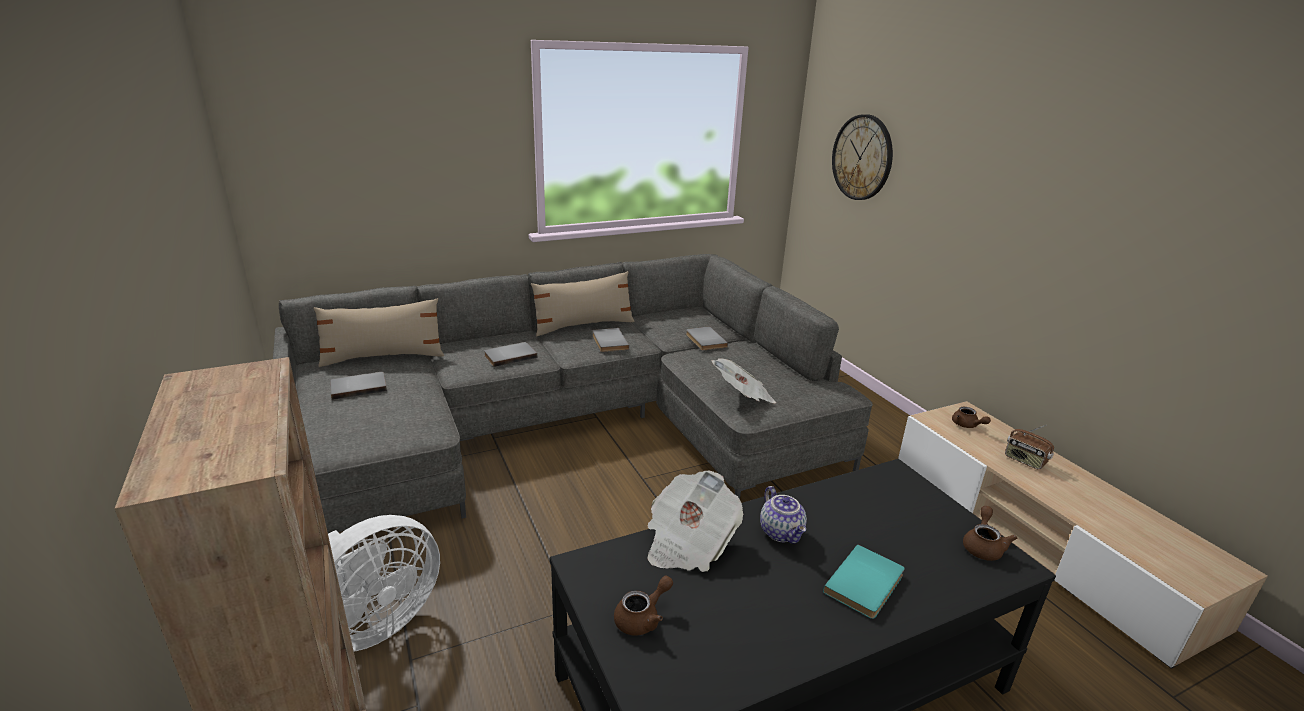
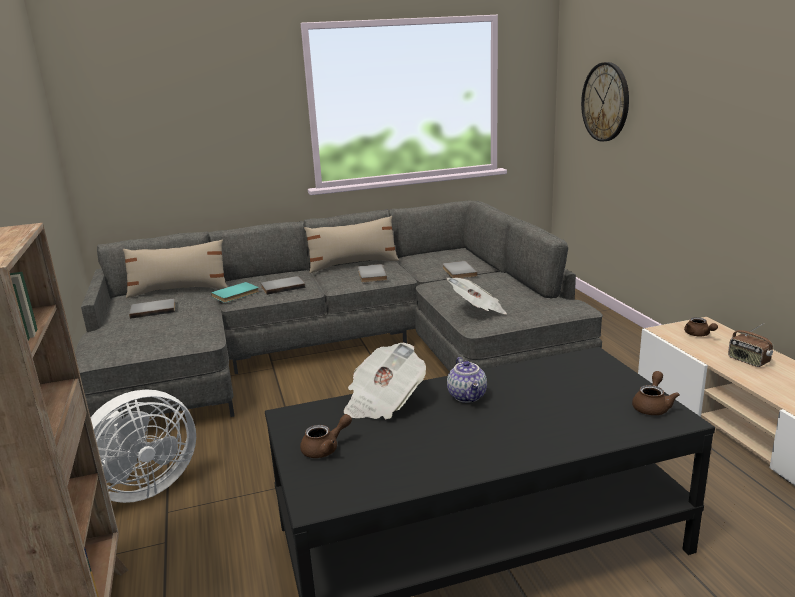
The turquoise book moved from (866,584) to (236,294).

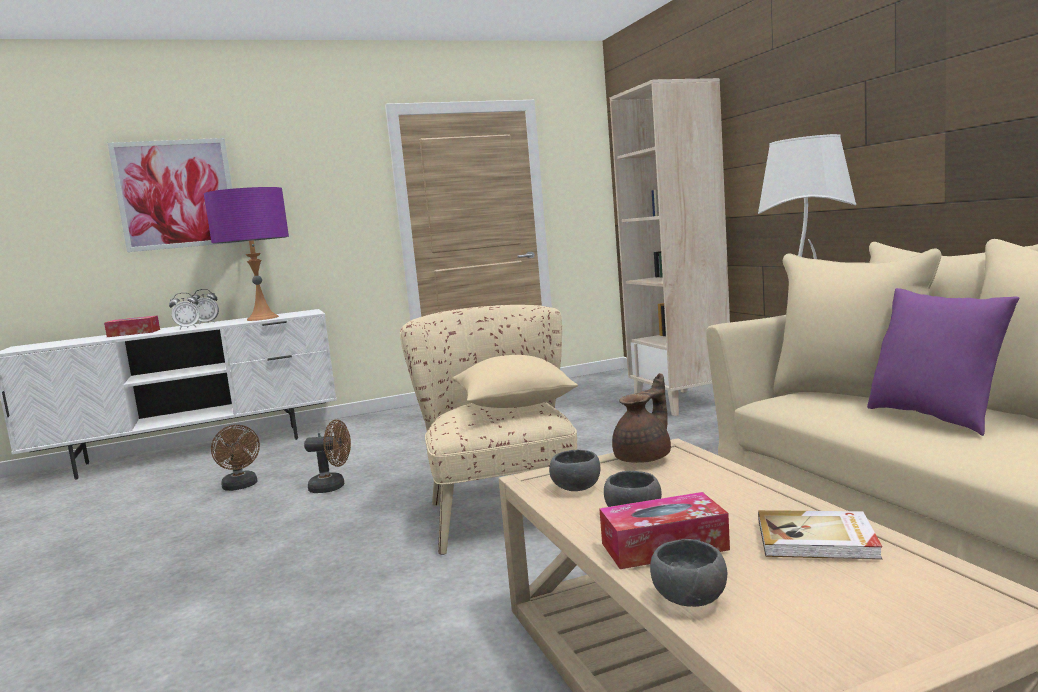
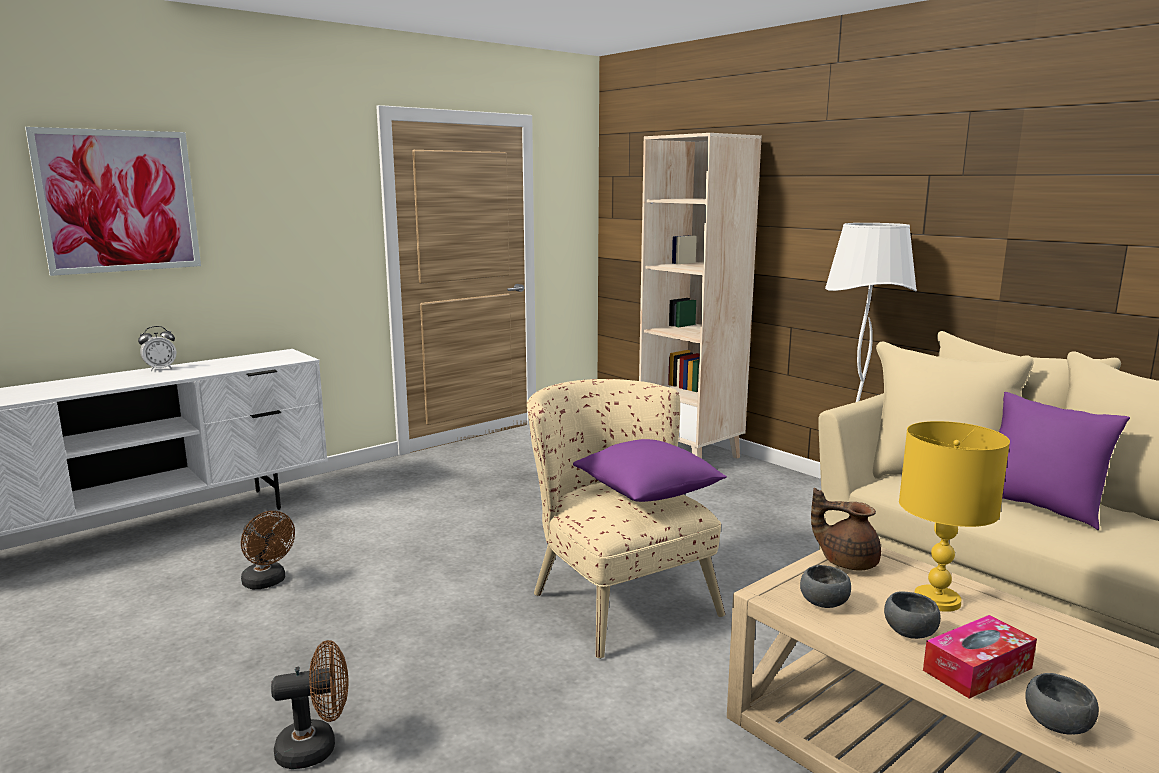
The purple table lamp at (263,318) disappeared.
The alarm clock at (187,328) disappeared.
The tissue box at (134,333) disappeared.
The beige pillow at (513,404) became the purple pillow at (648,493).
The brown teapot at (645,457) turned 90 degrees counterclockwise.
The brown fan moved from (333,487) to (316,748).
The book at (817,539) disappeared.
The yellow table lamp at (936,600) appeared.

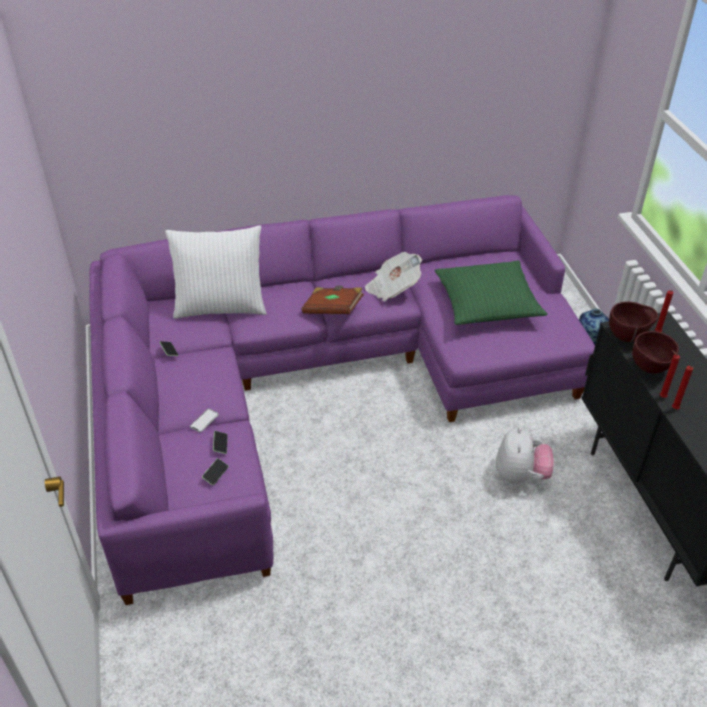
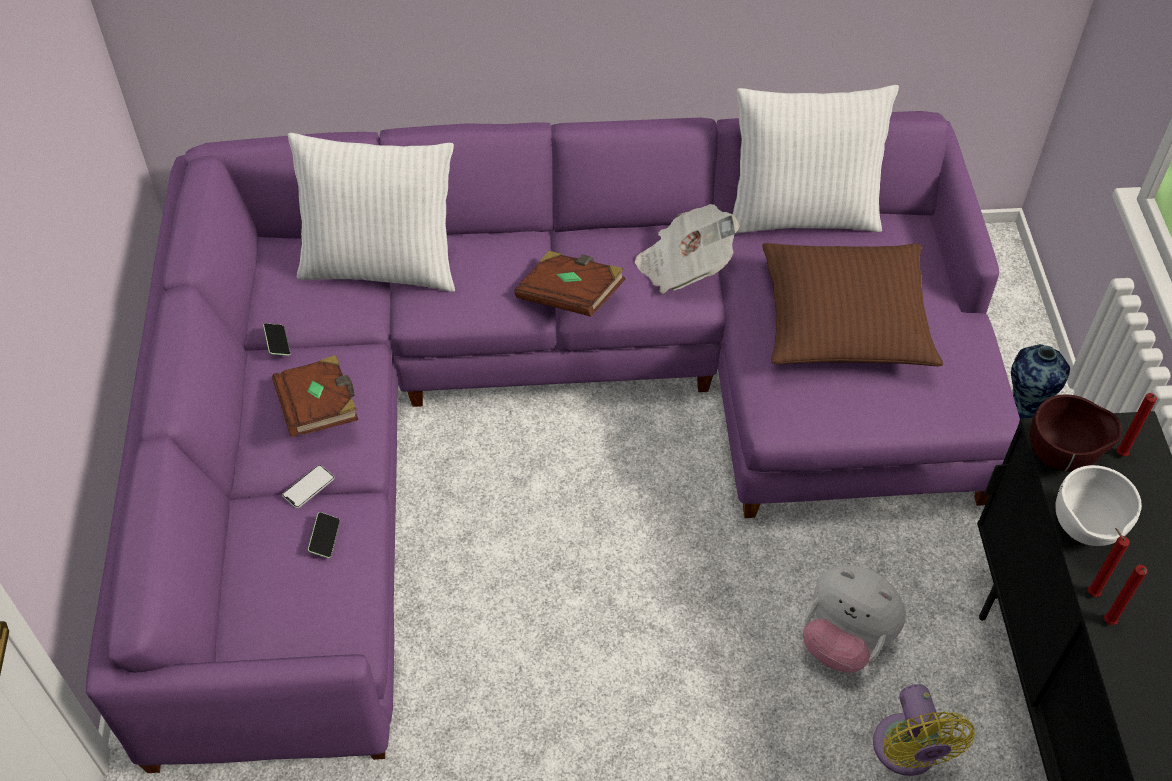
The green pillow at (487,303) became the brown pillow at (844,319).
The brown bowl at (649,370) became the white bowl at (1084,533).
The plush toy at (520,475) turned 105 degrees clockwise.
The phone at (215,474) disappeared.
The white pillow at (801,213) appeared.
The brown book at (320,409) appeared.
The yellow fan at (907,752) appeared.

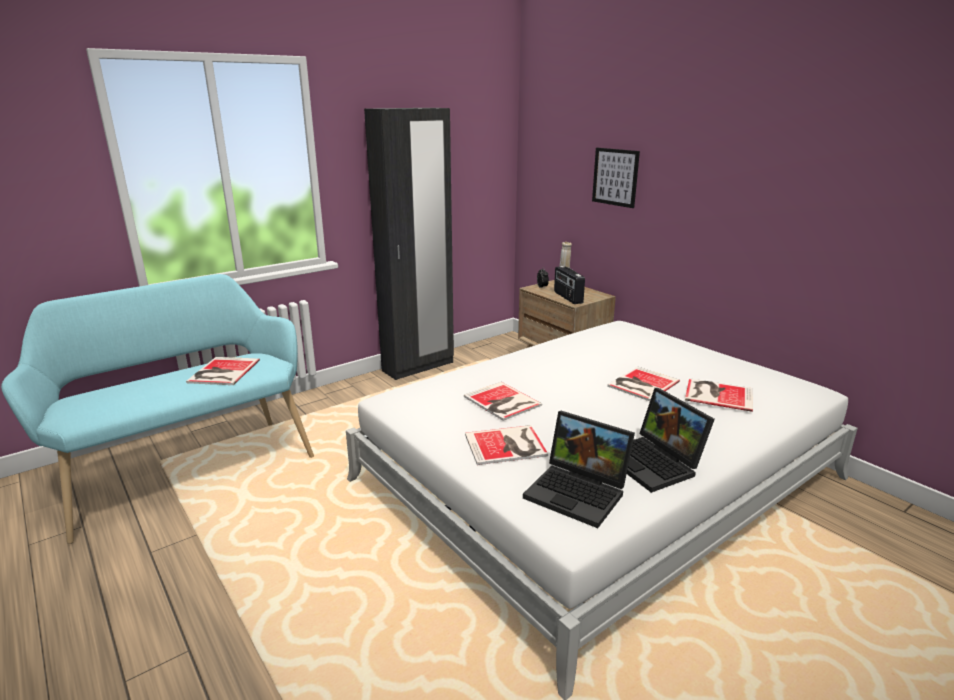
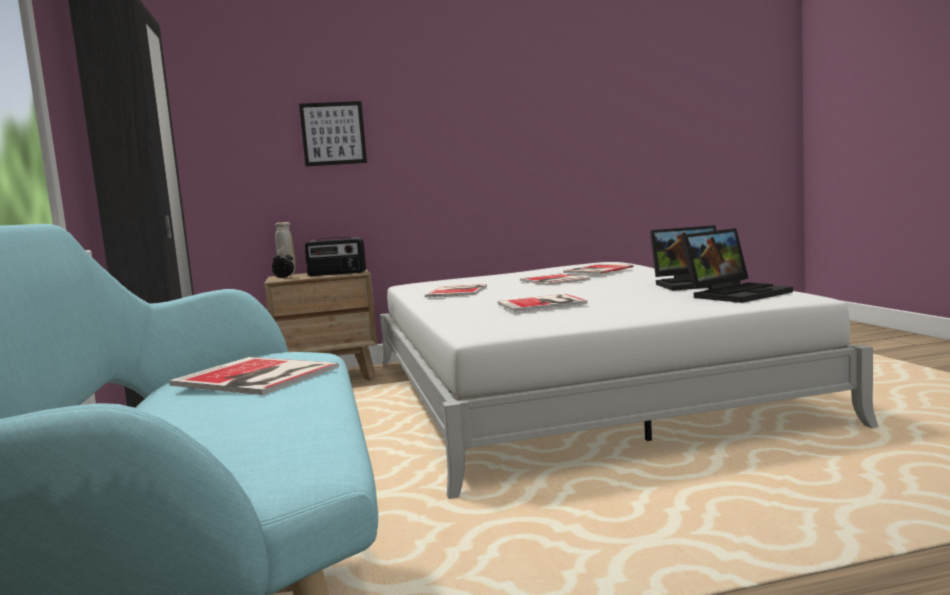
The book moved from (507,445) to (459,291).

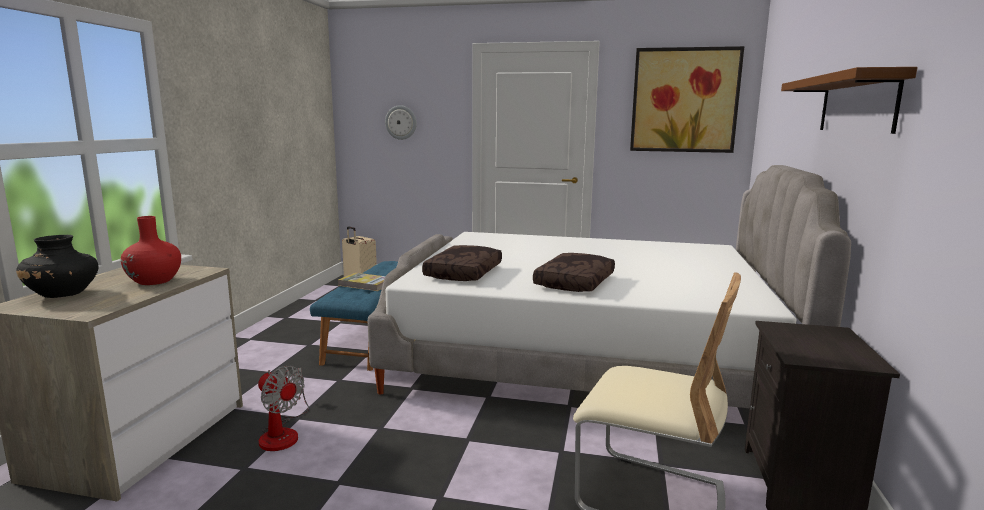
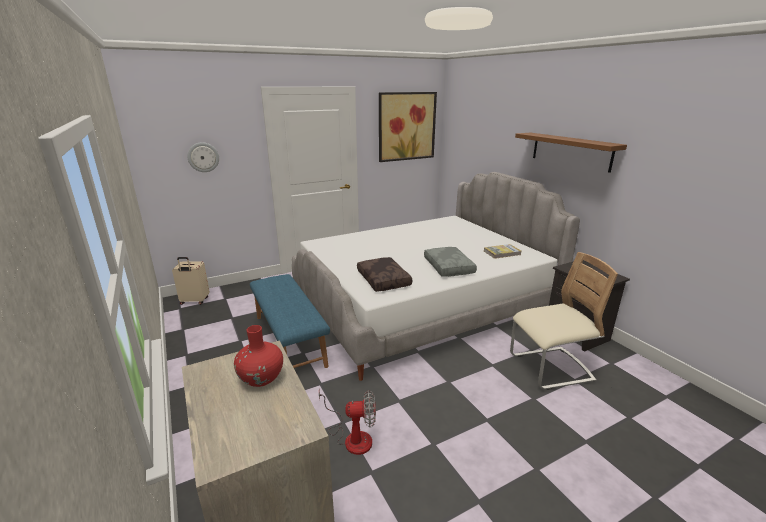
The black vase at (64,295) disappeared.
The brown pillow at (576,283) became the grey pillow at (449,267).
The book moved from (366,284) to (502,253).

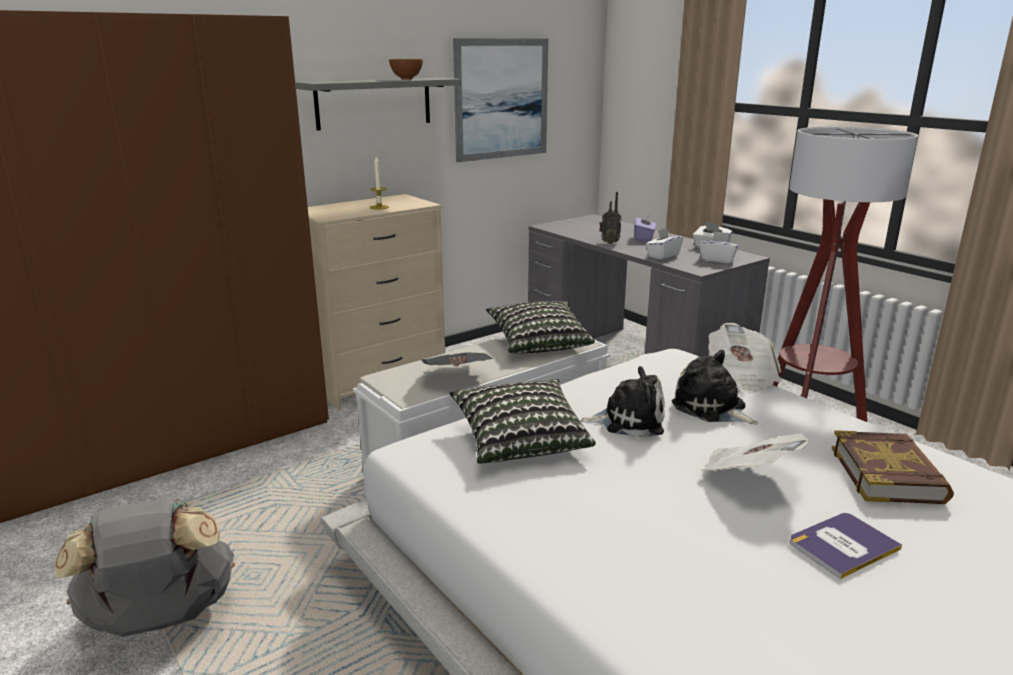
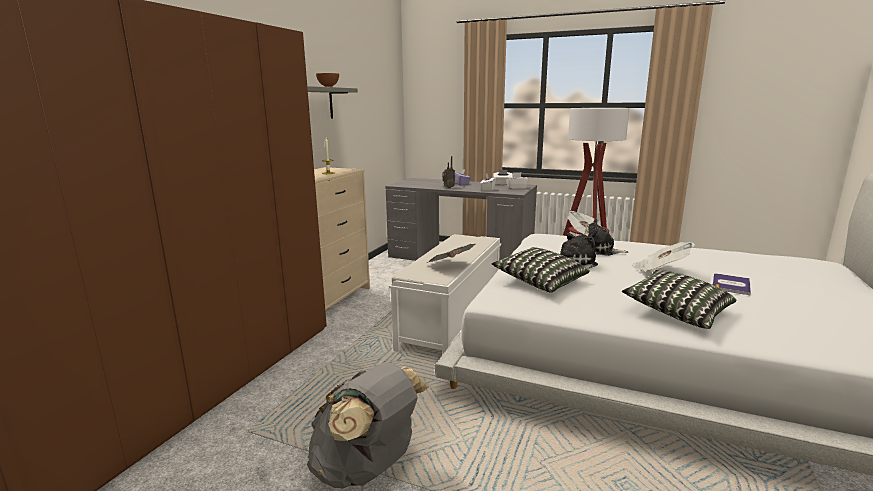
The picture at (501,99) disappeared.
The pillow moved from (539,343) to (677,312).
The book at (887,475) disappeared.

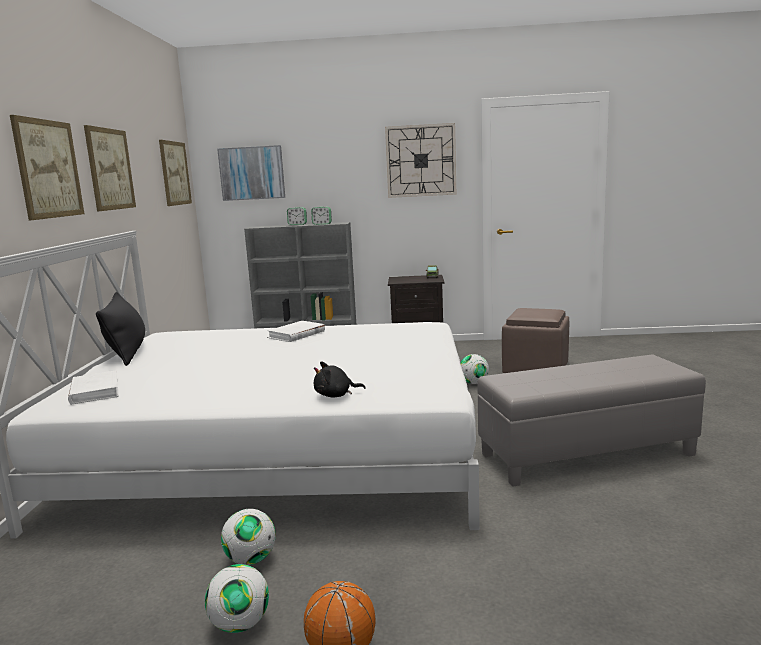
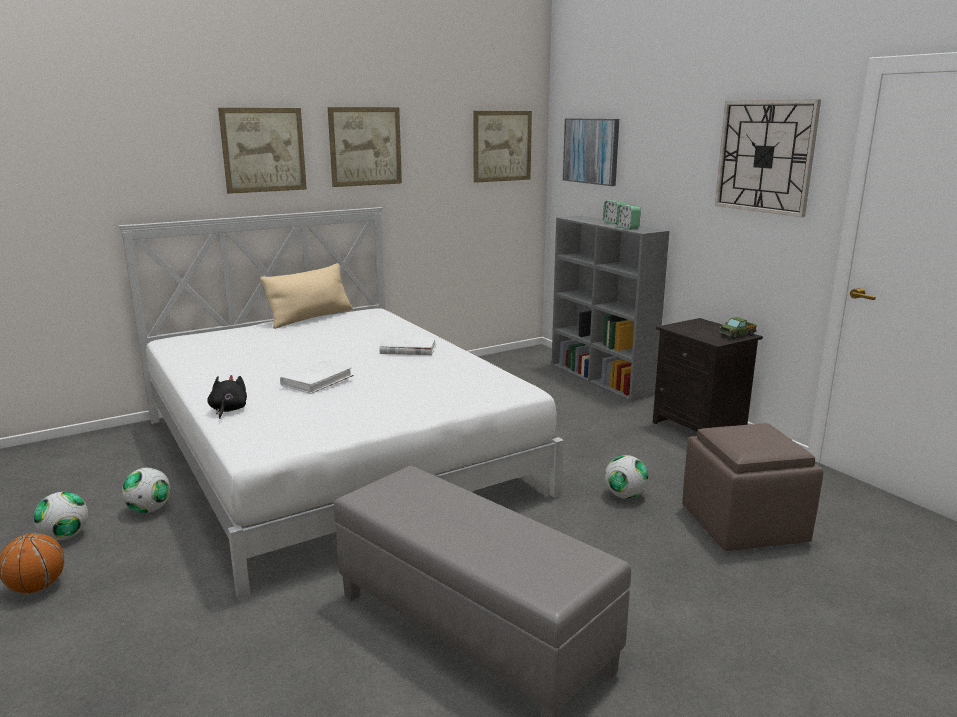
The black pillow at (127,352) became the beige pillow at (311,318).
The black plush toy at (336,395) turned 45 degrees clockwise.
The white book moved from (95,391) to (317,380).

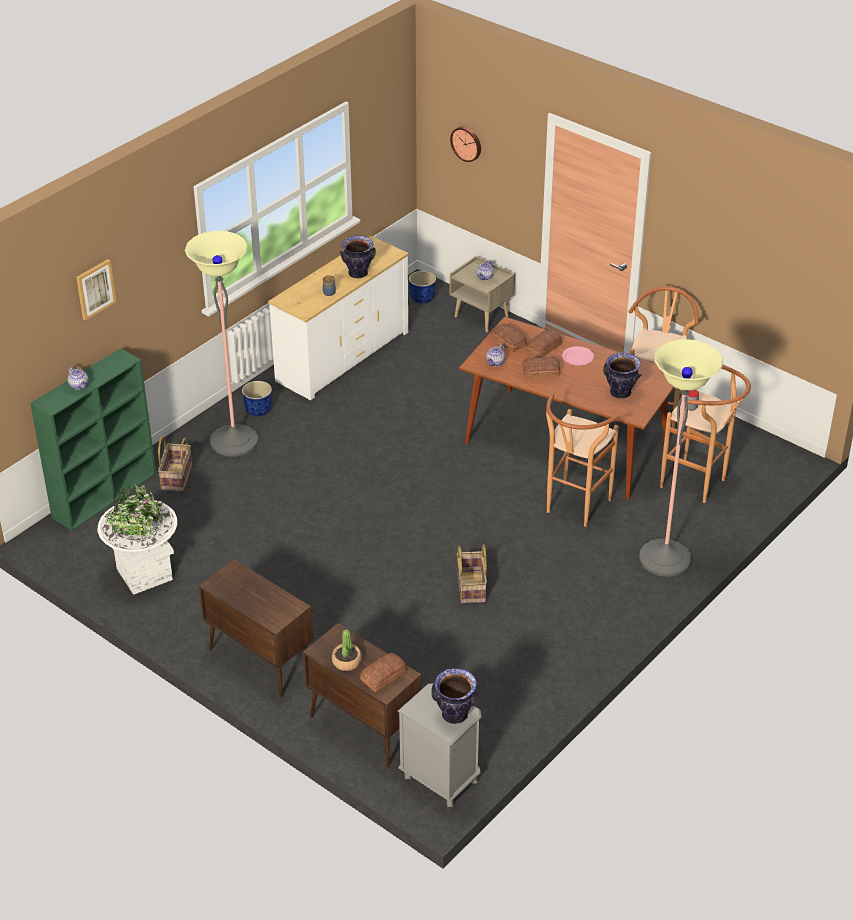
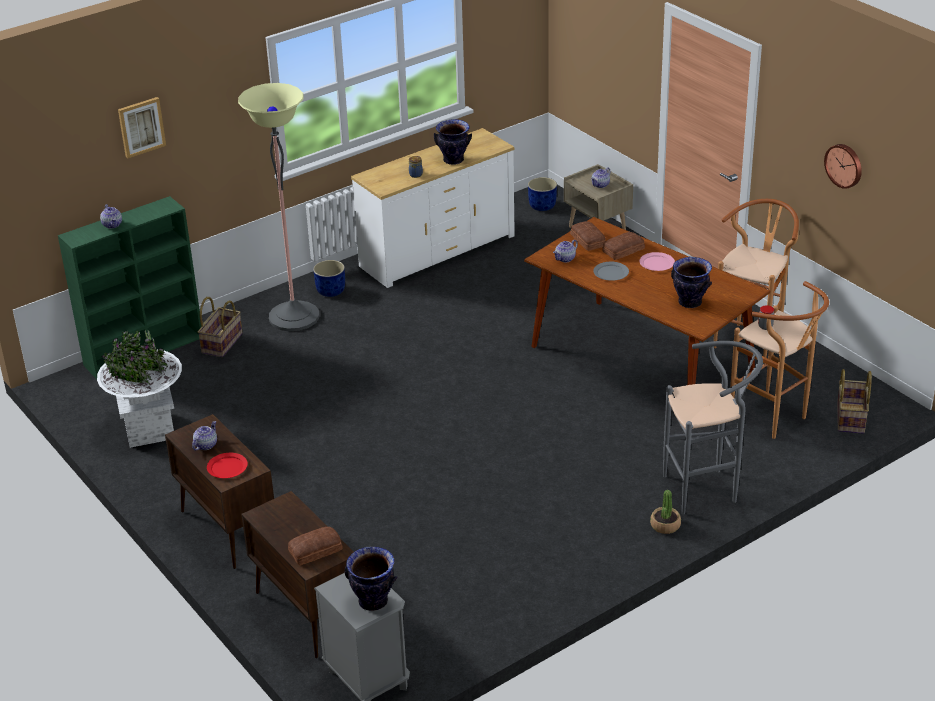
The wall clock moved from (467,143) to (844,165).
The floor lamp at (665,558) was replaced by the grey stool at (707,489).
The bread at (541,372) was replaced by the grey plate at (611,273).
The brown stool at (574,509) disappeared.
The basket moved from (472,587) to (851,418).
The potted plant moved from (346,661) to (665,525).
The teapot at (205,445) appeared.
The red plate at (227,467) appeared.

